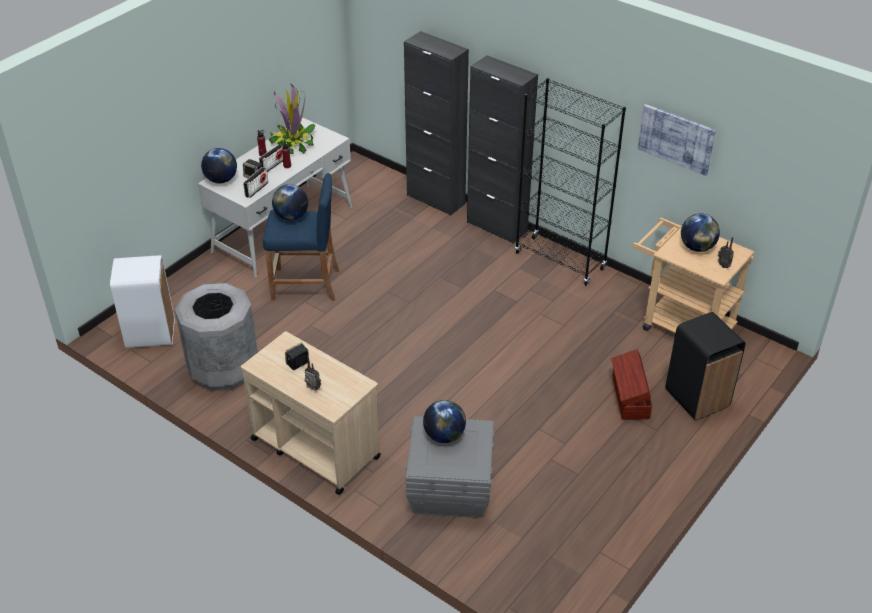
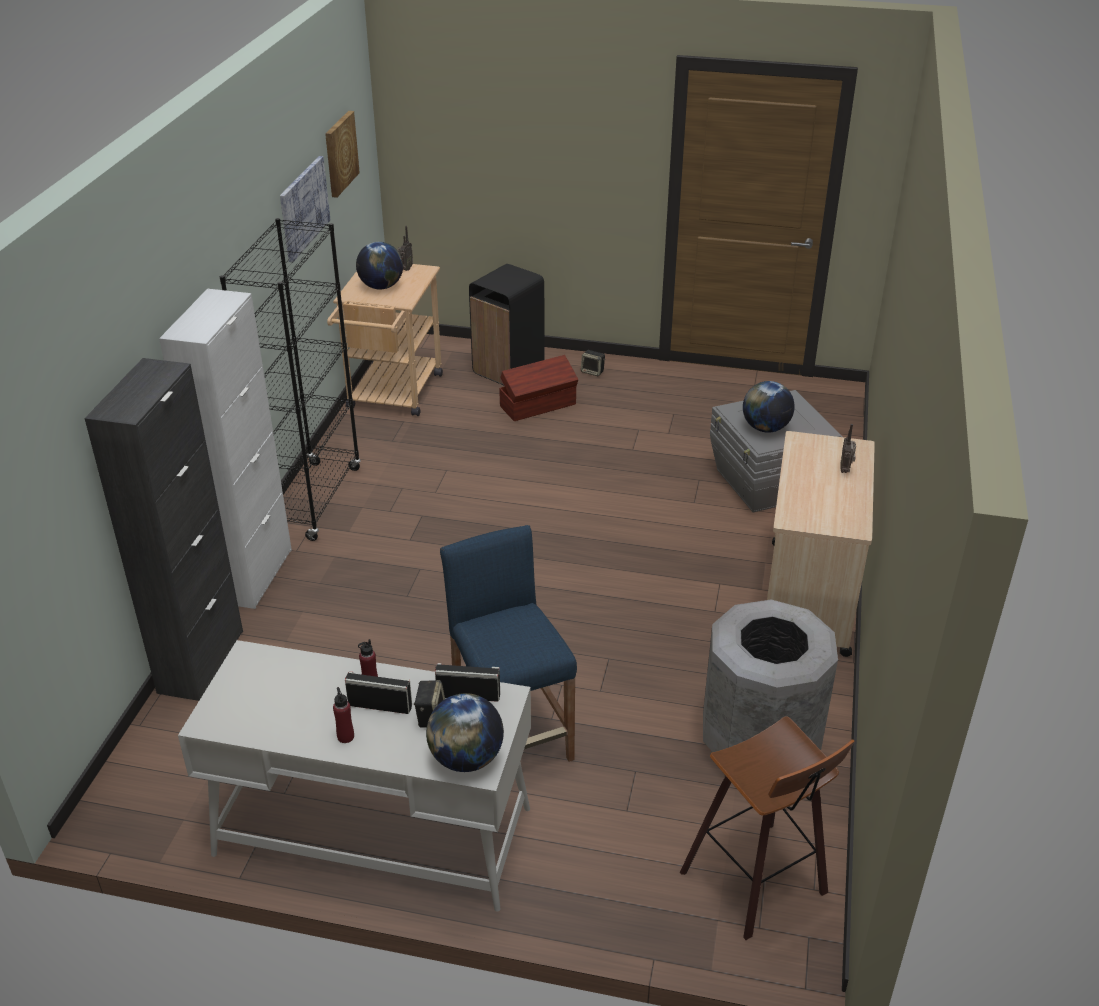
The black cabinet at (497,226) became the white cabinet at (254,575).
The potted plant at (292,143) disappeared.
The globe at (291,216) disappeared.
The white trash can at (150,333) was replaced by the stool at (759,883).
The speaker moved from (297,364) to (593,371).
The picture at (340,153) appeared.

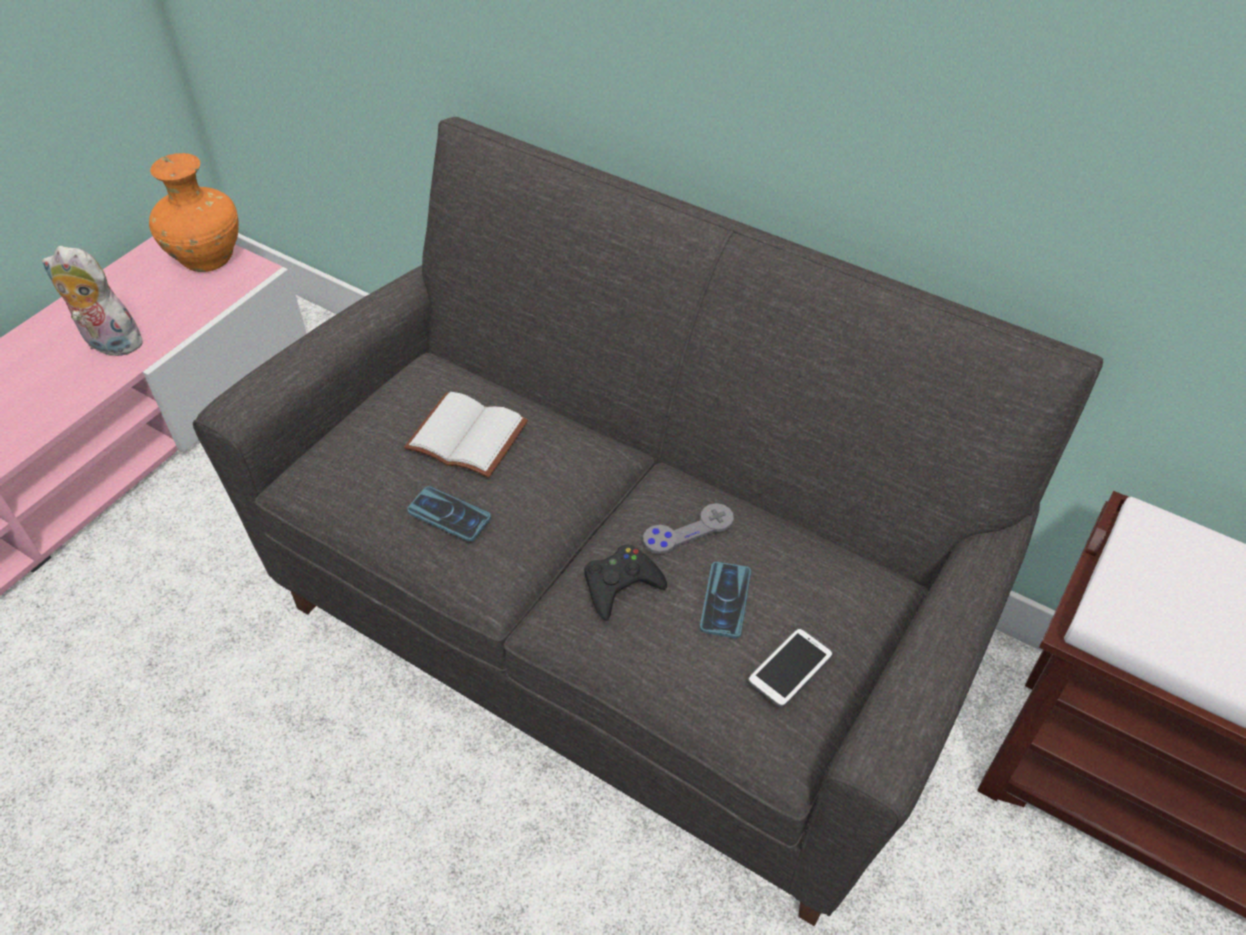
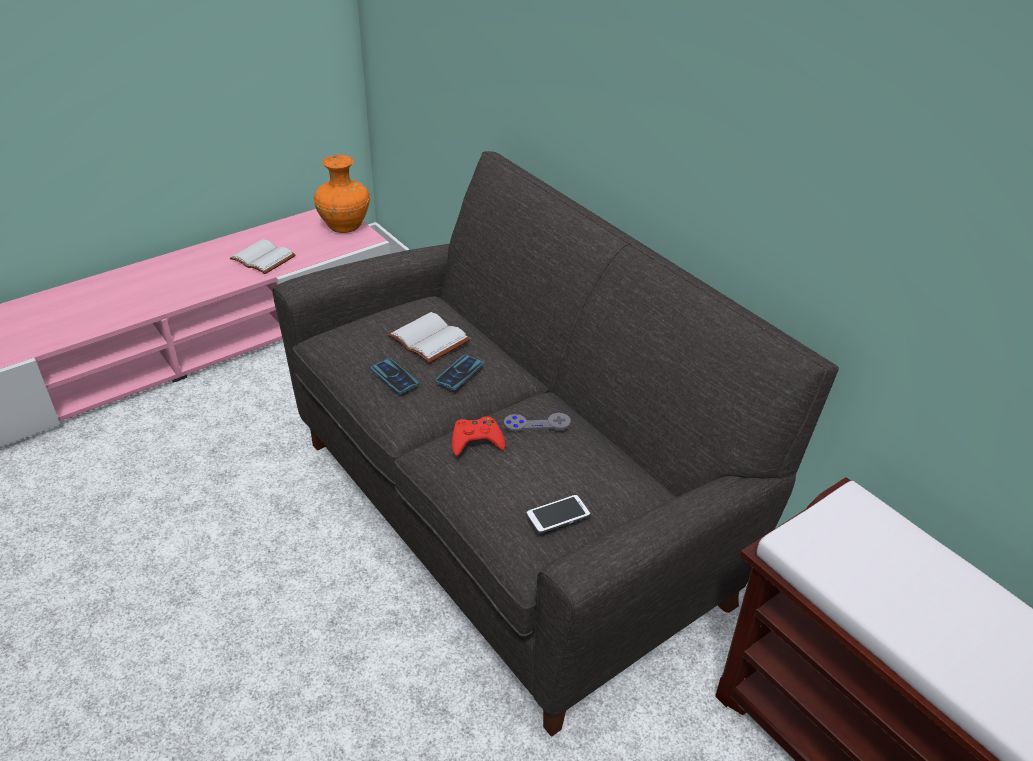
The plush toy at (109,344) was replaced by the white book at (265,258).
The black game controller at (621,585) became the red game controller at (476,440).
The phone moved from (725,600) to (459,373).

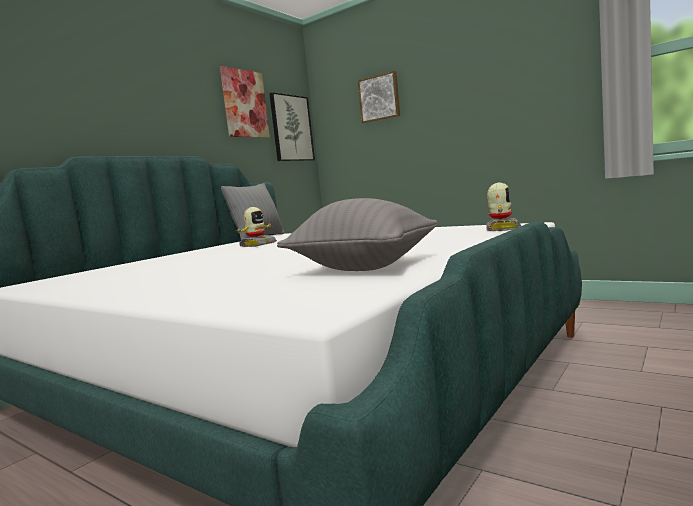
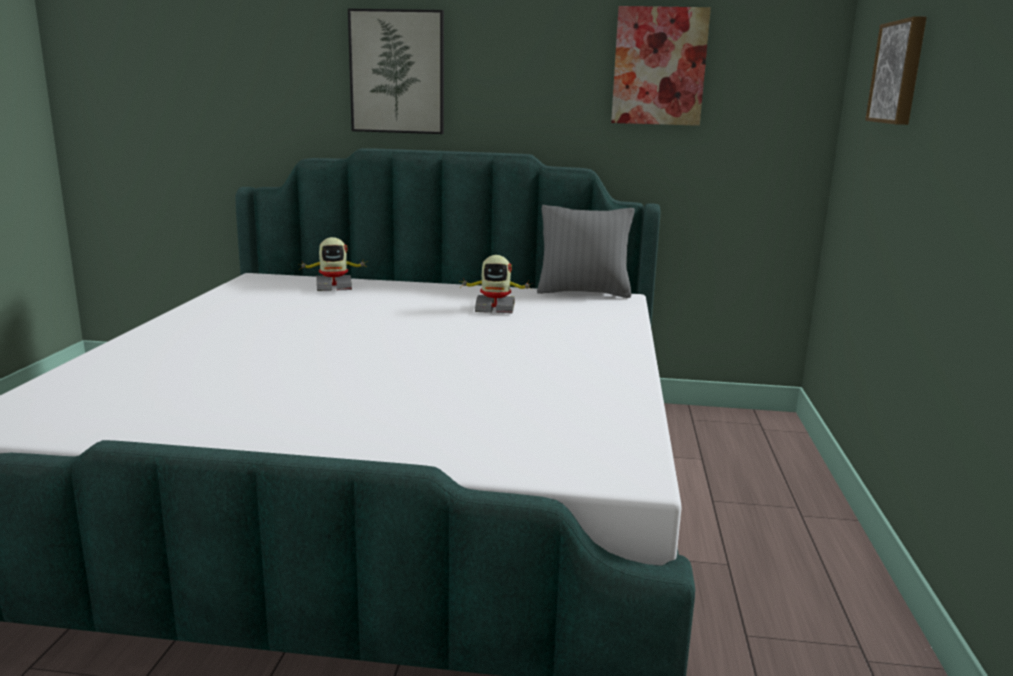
The picture moved from (291,128) to (397,72).
The toy robot moved from (502,229) to (334,287).
The grey pillow at (364,267) disappeared.

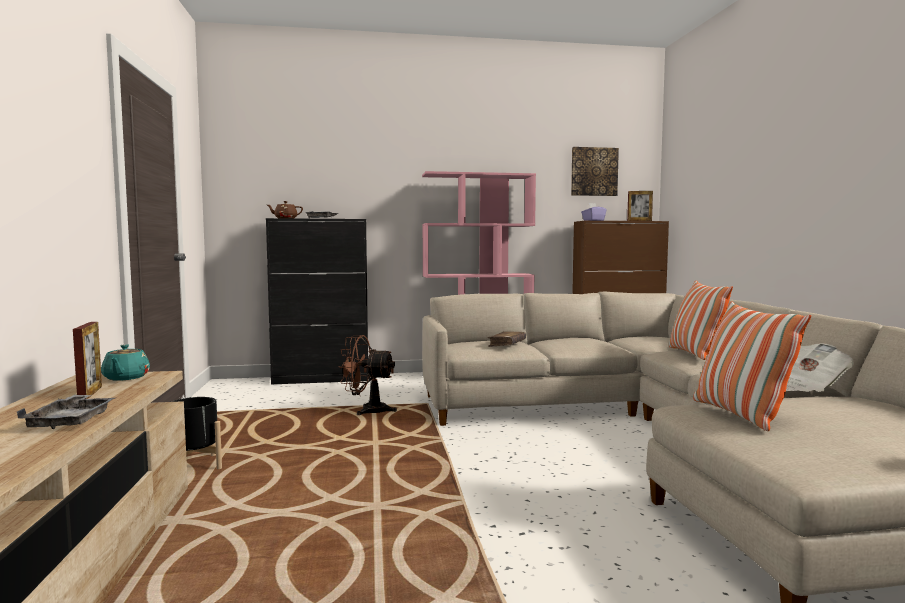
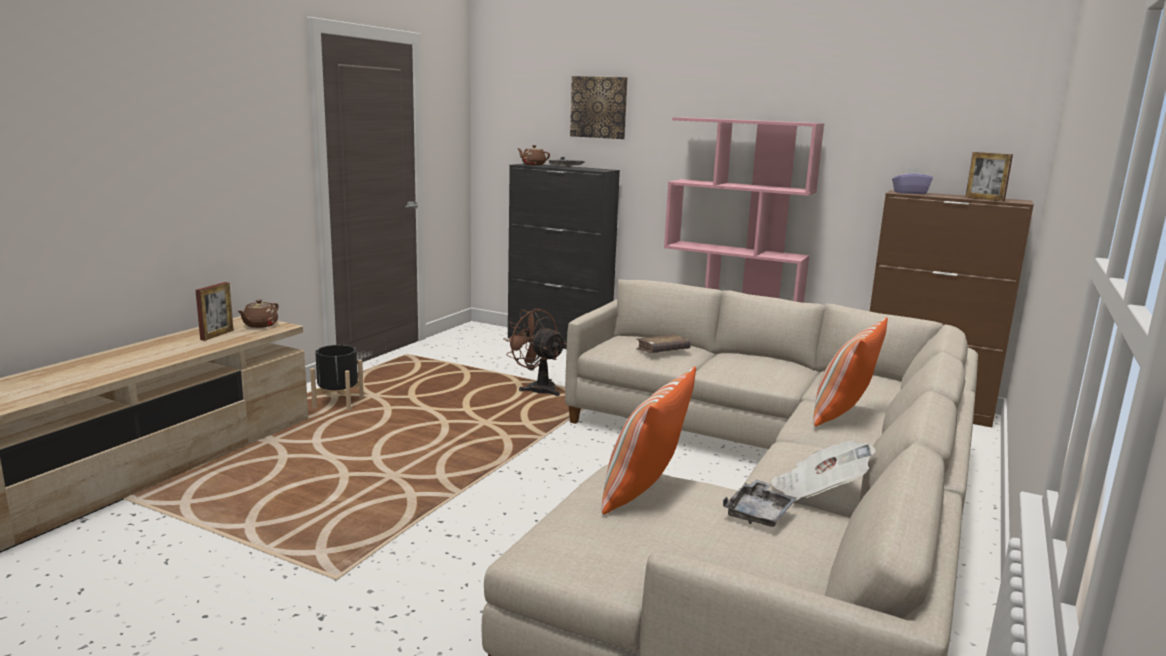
The picture moved from (594,171) to (599,107).
The turquoise teapot at (125,378) became the brown teapot at (259,325).
The grey tray moved from (72,421) to (759,513).

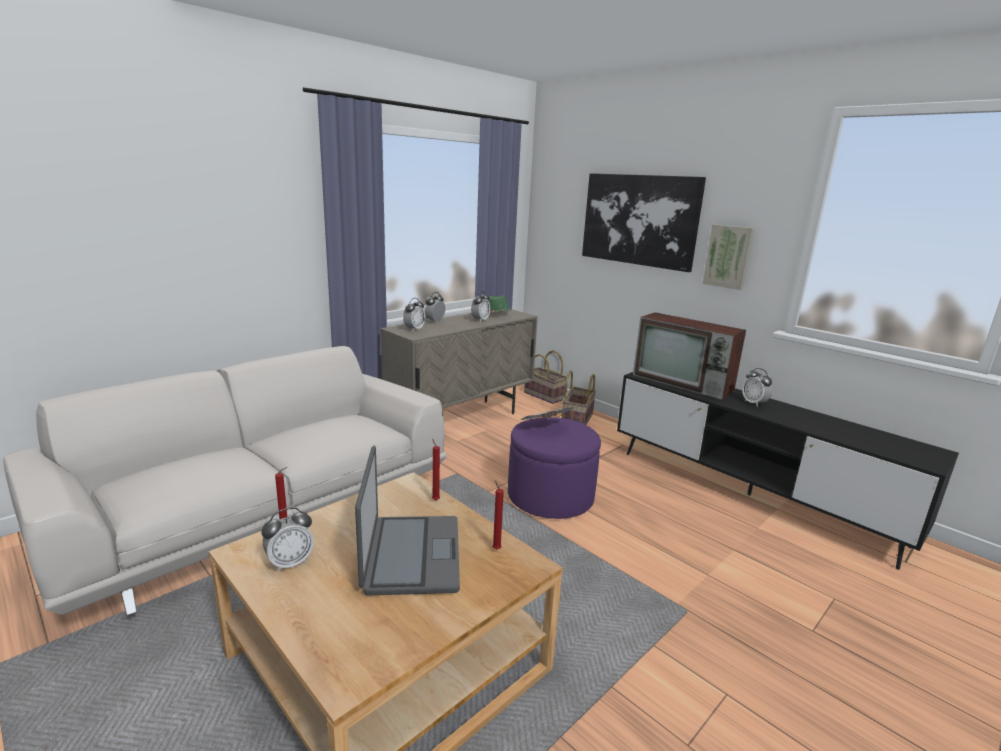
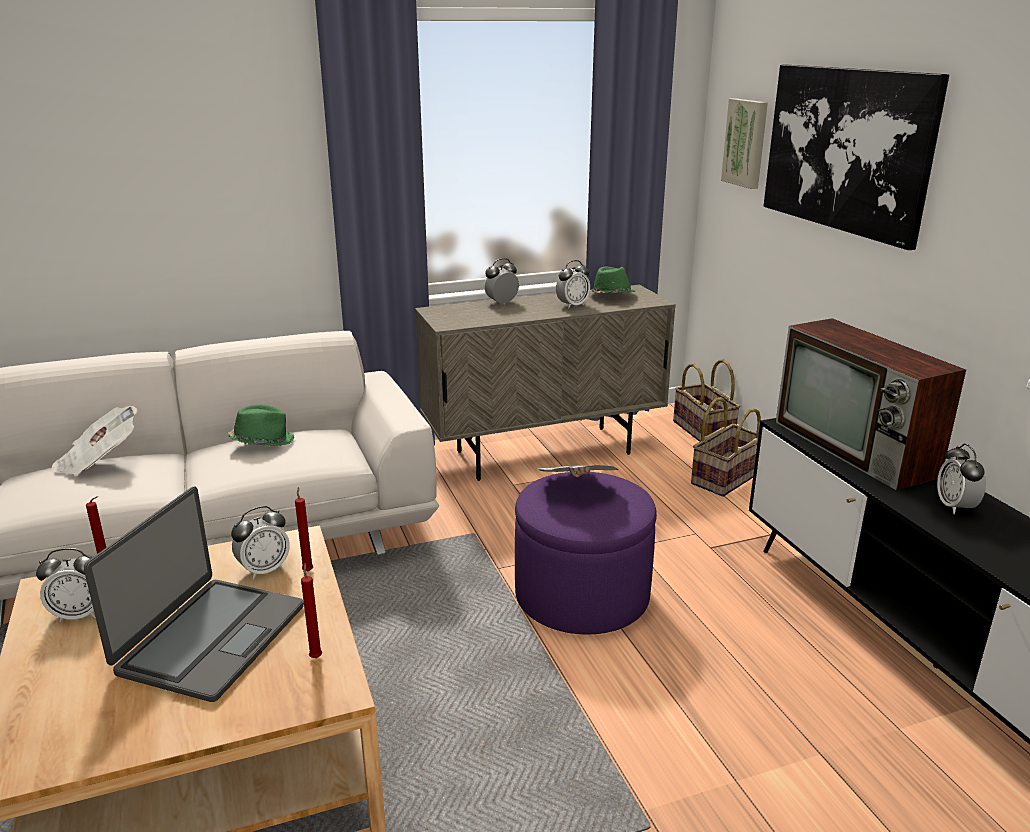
The picture moved from (728,256) to (746,143).
The alarm clock moved from (414,329) to (264,570).
The green hat at (262,441) appeared.
The newspaper at (99,461) appeared.

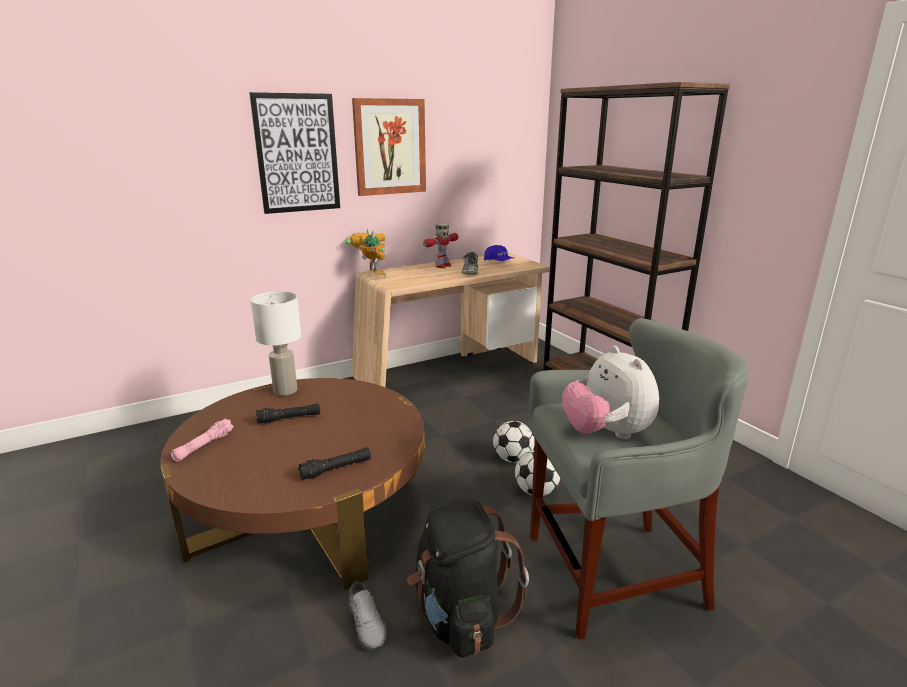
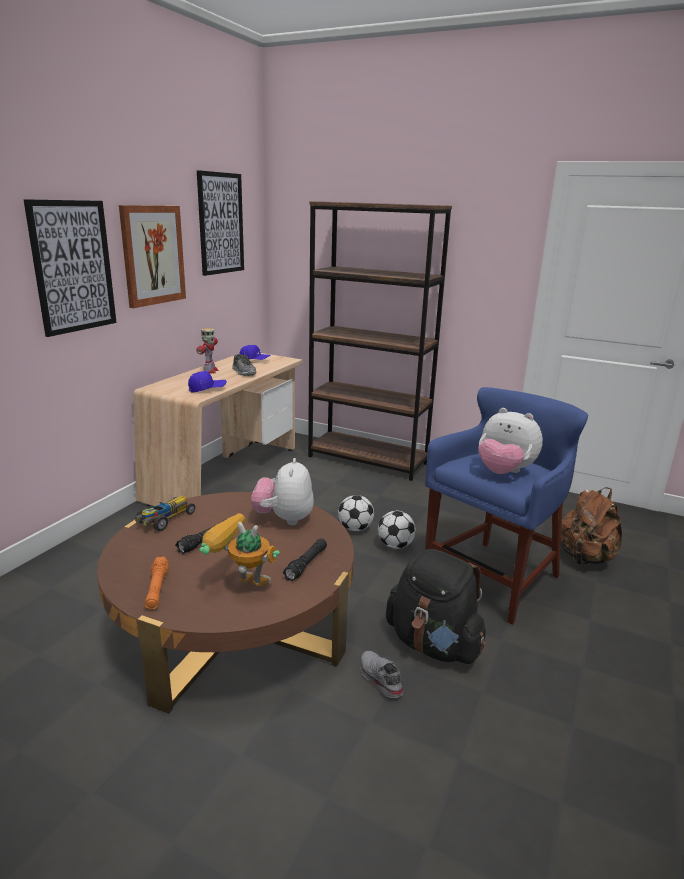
The toy robot moved from (371,274) to (240,584).
The white table lamp at (286,391) was replaced by the toy car at (164,520).
The grey stool at (612,574) became the blue stool at (492,579).
The pink flashlight at (204,446) became the orange flashlight at (157,589).
The grey shoe at (367,623) turned 150 degrees counterclockwise.
The picture at (221,223) appeared.
The blue cap at (207,389) appeared.
The plush toy at (284,519) appeared.
The brown backpack at (585,558) appeared.

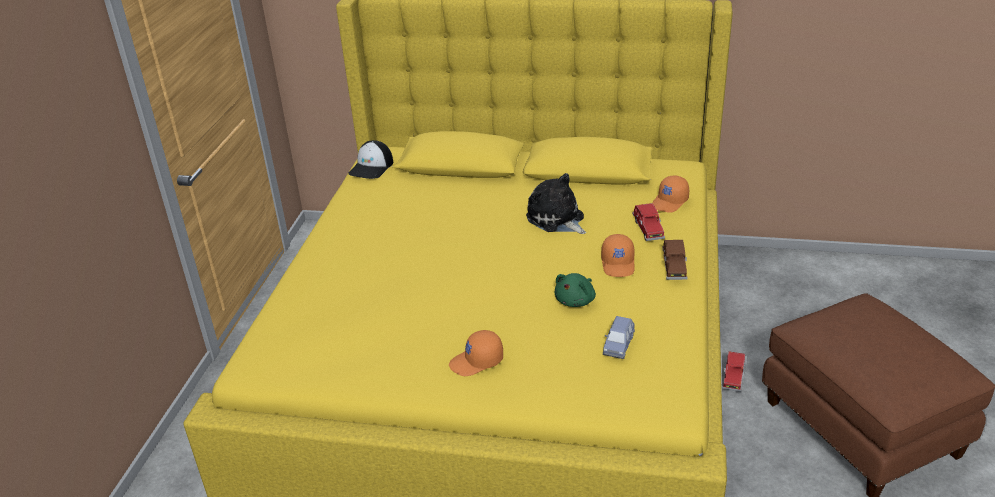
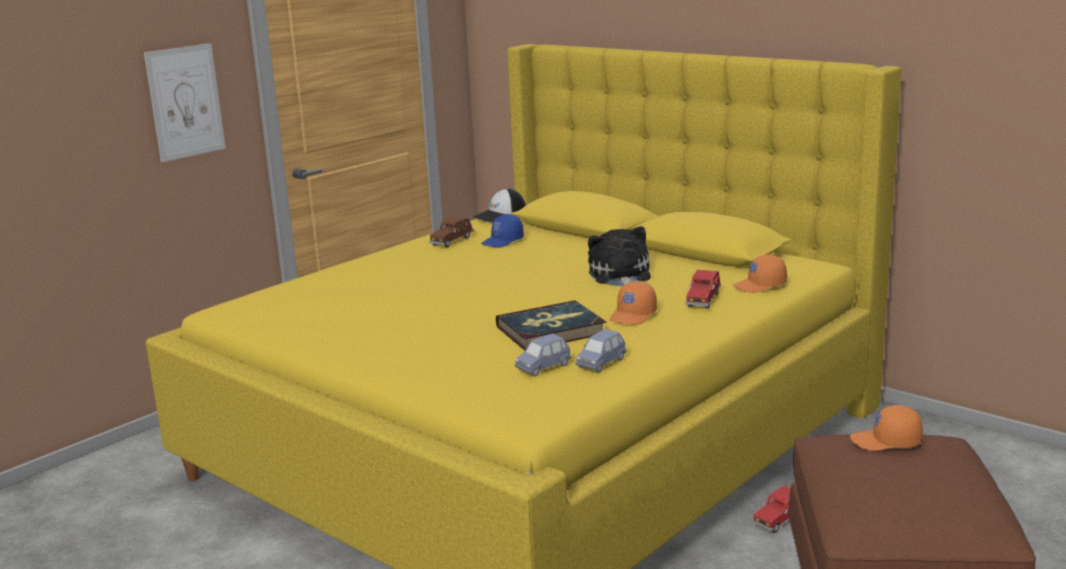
The brown toy car moved from (674,267) to (452,241).
The green plush toy at (576,301) was replaced by the book at (551,330).
The orange cap moved from (477,362) to (886,442).
The picture at (185,102) appeared.
The blue cap at (503,241) appeared.
The blue toy car at (601,363) appeared.

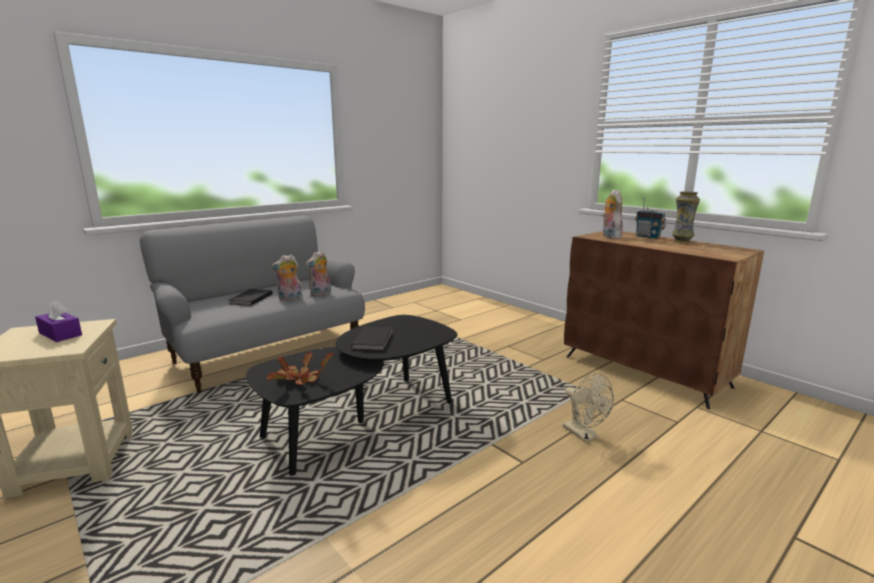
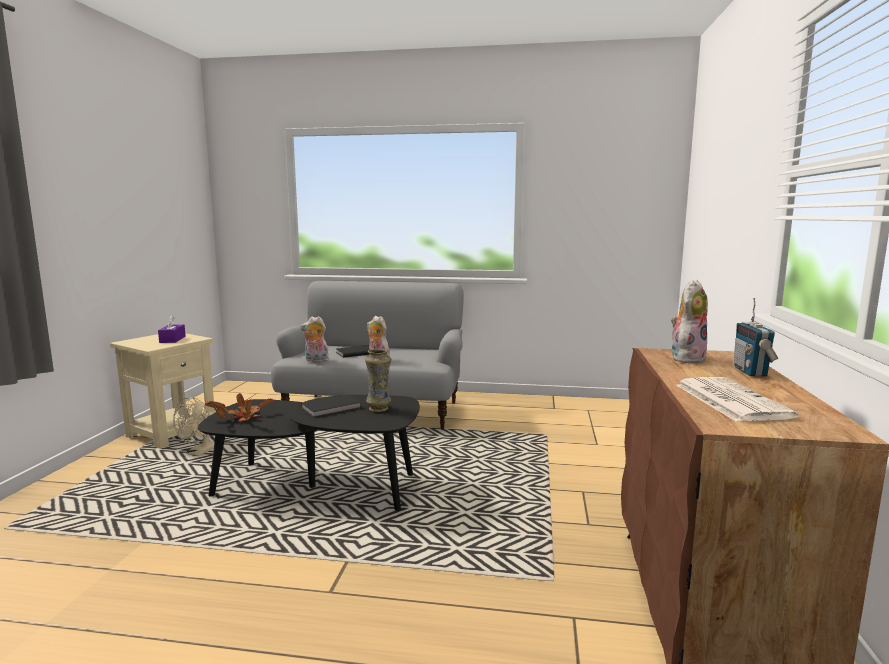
The vase moved from (681,242) to (379,408).
The plush toy moved from (320,294) to (316,361).
The beige fan moved from (584,435) to (199,453).
The newspaper at (729,400) appeared.

